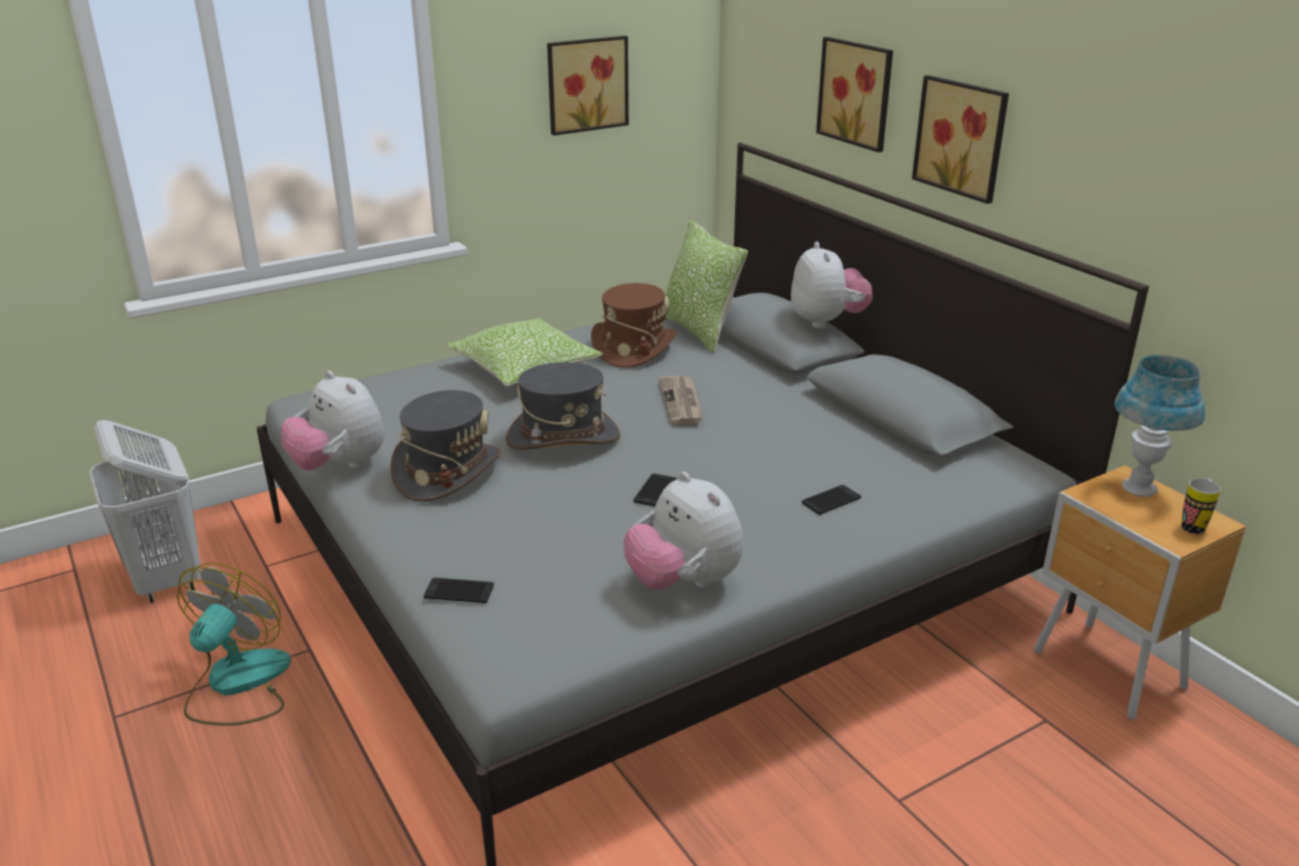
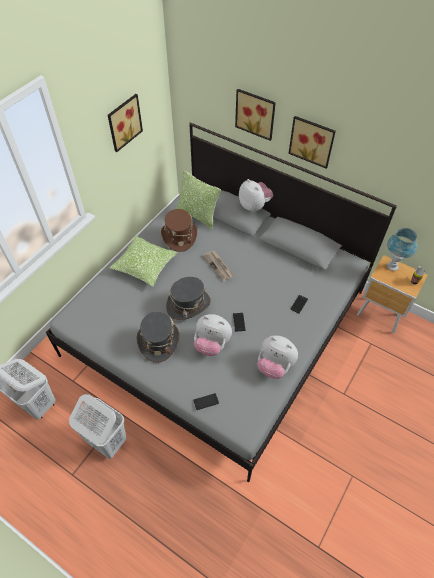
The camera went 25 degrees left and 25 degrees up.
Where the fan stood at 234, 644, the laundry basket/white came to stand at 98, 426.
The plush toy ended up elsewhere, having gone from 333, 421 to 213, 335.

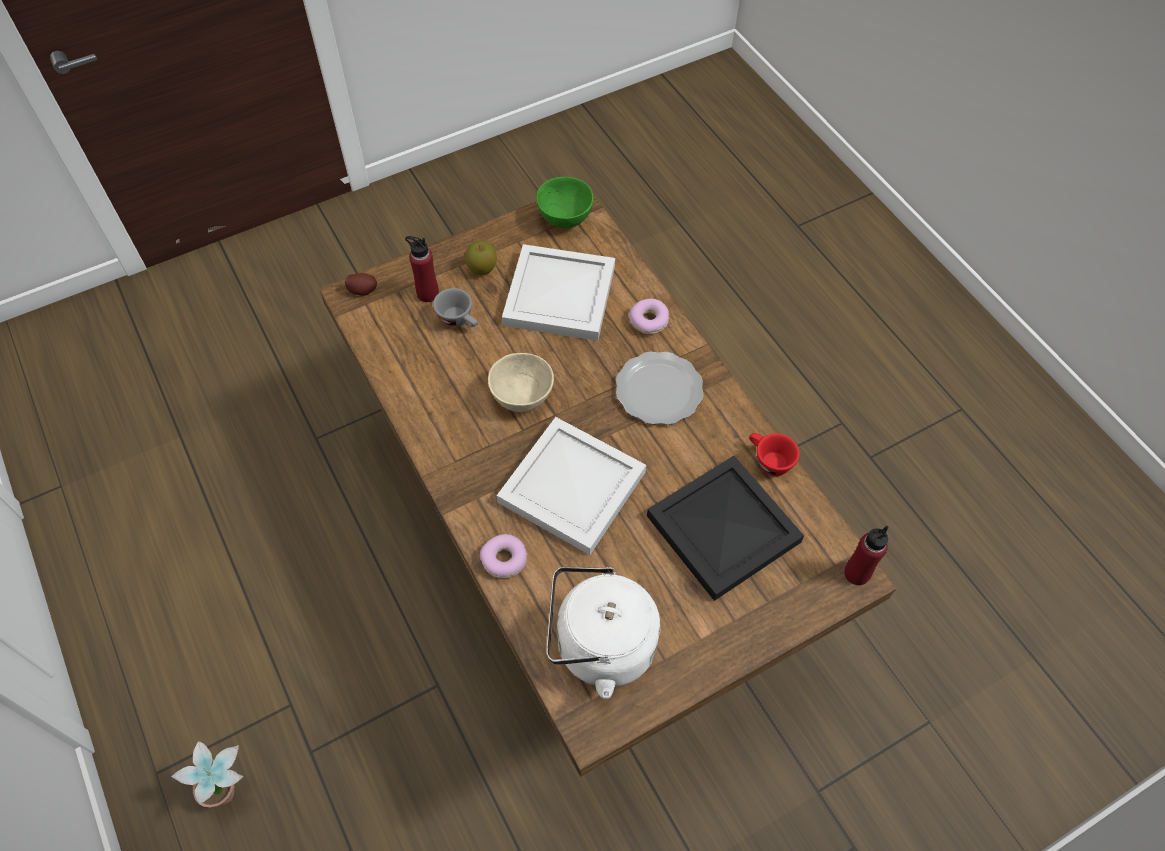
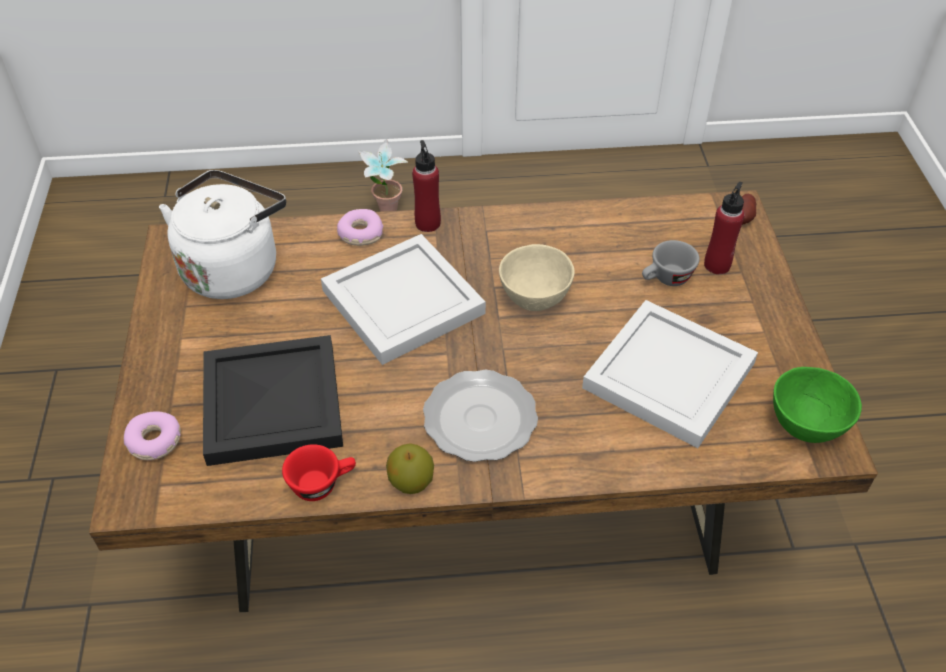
The camera went 115 degrees right and 10 degrees down.
The donut ended up elsewhere, having gone from 649, 316 to 152, 435.
The apple ended up elsewhere, having gone from 480, 257 to 410, 468.
The bottle/red ended up elsewhere, having gone from 866, 555 to 426, 186.

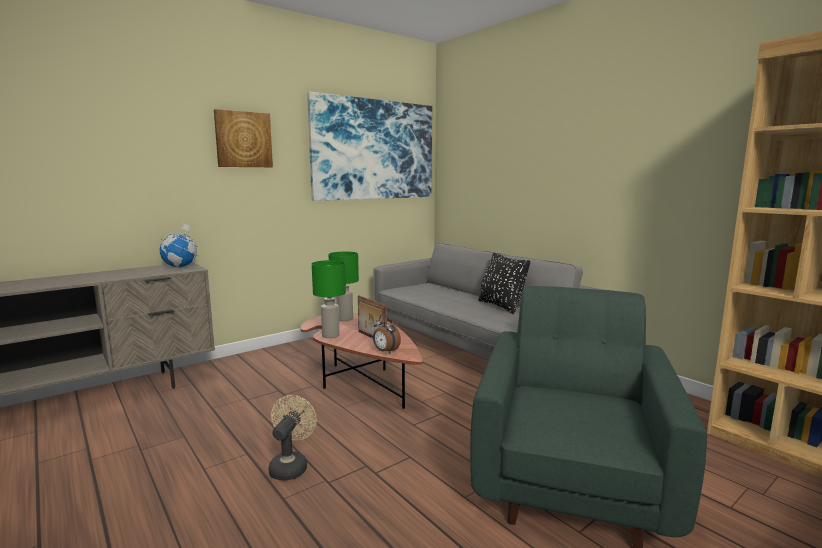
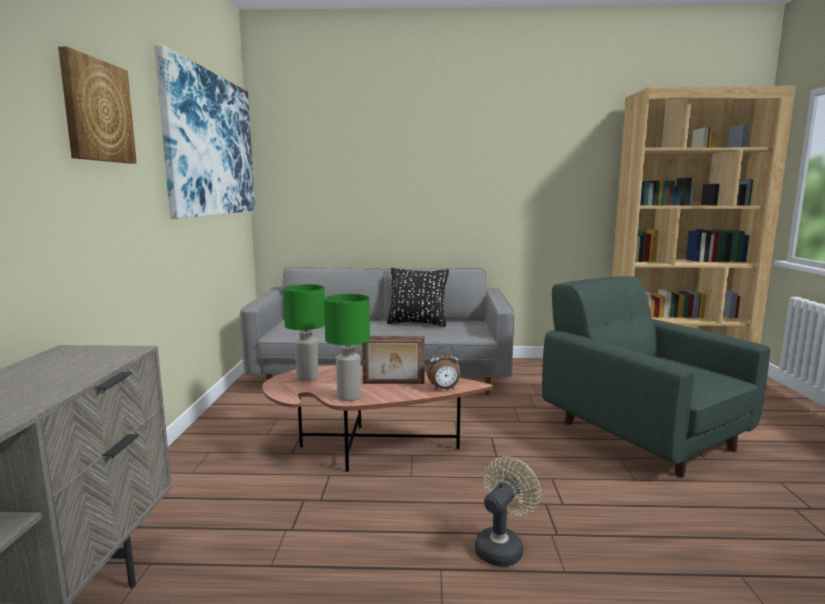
The camera went 50 degrees left and 0 degrees up.
The fan/beige at 293, 438 ended up facing another way, 75 degrees clockwise from before.
The second view lost the globe at 179, 245.

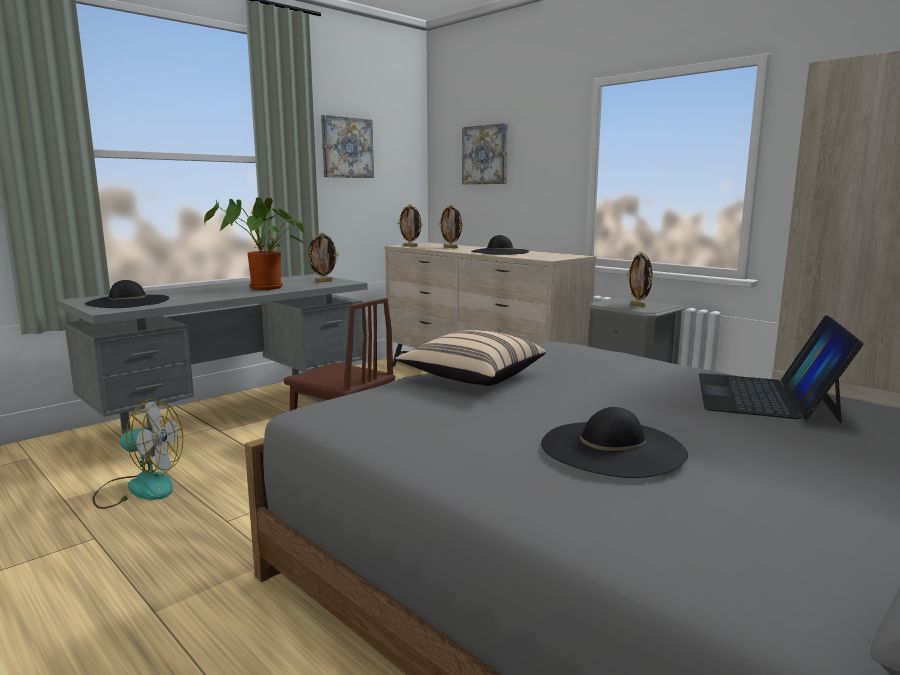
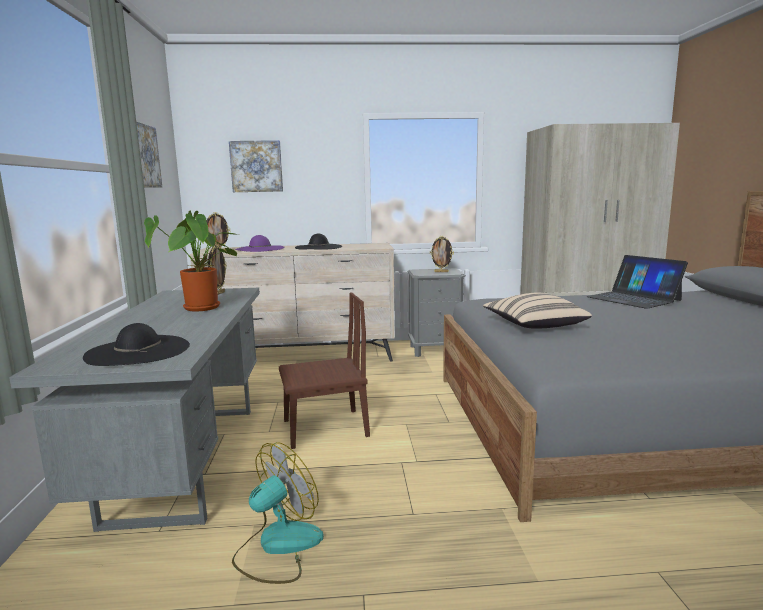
The camera went 50 degrees left and 0 degrees up.
Where the picture frame stood at 451, 226, the hat/purple came to stand at 260, 243.
The second view lost the hat/black at 614, 442.

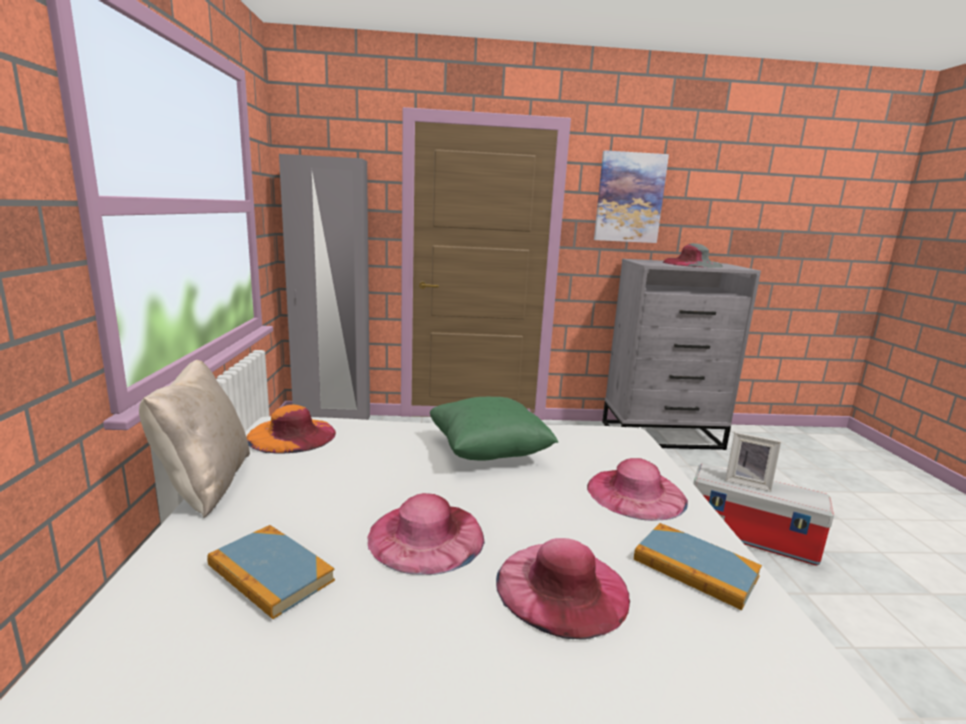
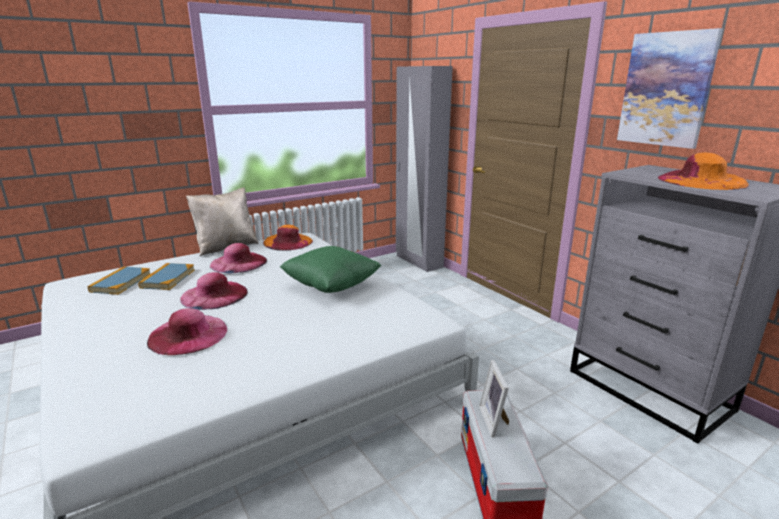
The camera went 60 degrees right and 5 degrees up.
The book ended up elsewhere, having gone from 698, 566 to 119, 280.
The hat/pink ended up elsewhere, having gone from 637, 489 to 238, 258.
What was the hat/grey at 693, 255 turned into the hat/orange at 703, 171.

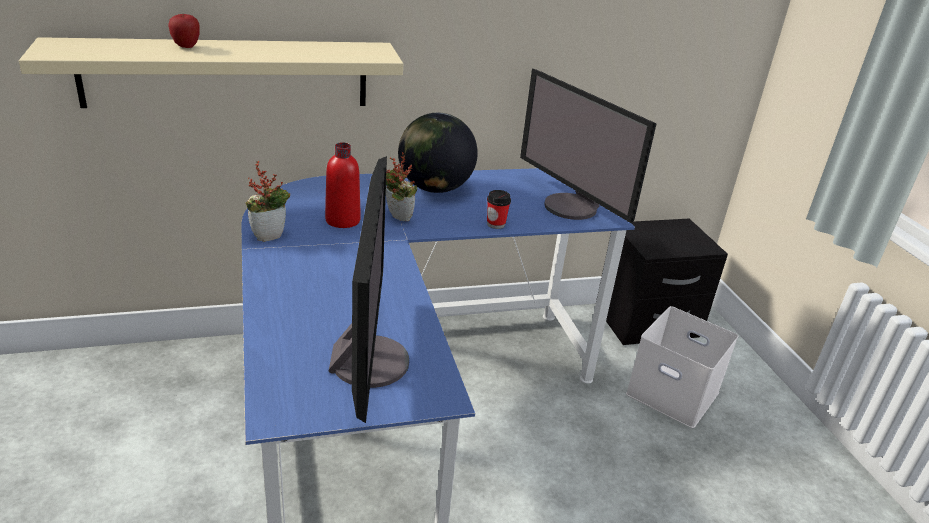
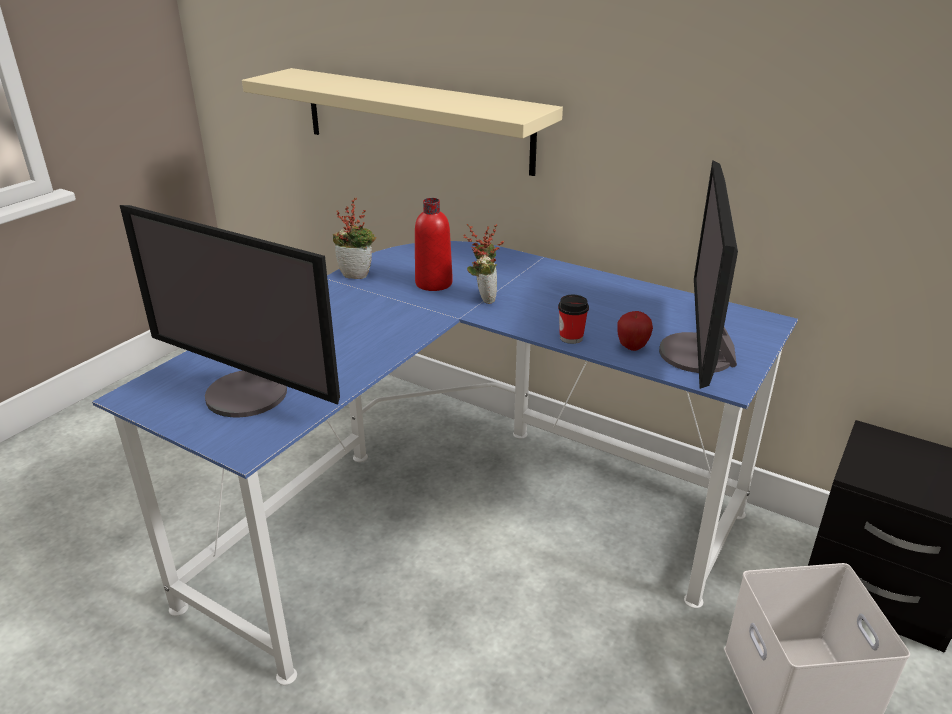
The camera went 50 degrees right and 0 degrees up.
The monitor at 369, 289 ended up facing another way, 75 degrees clockwise from before.
The apple ended up elsewhere, having gone from 184, 30 to 635, 331.
The second view lost the globe at 438, 153.

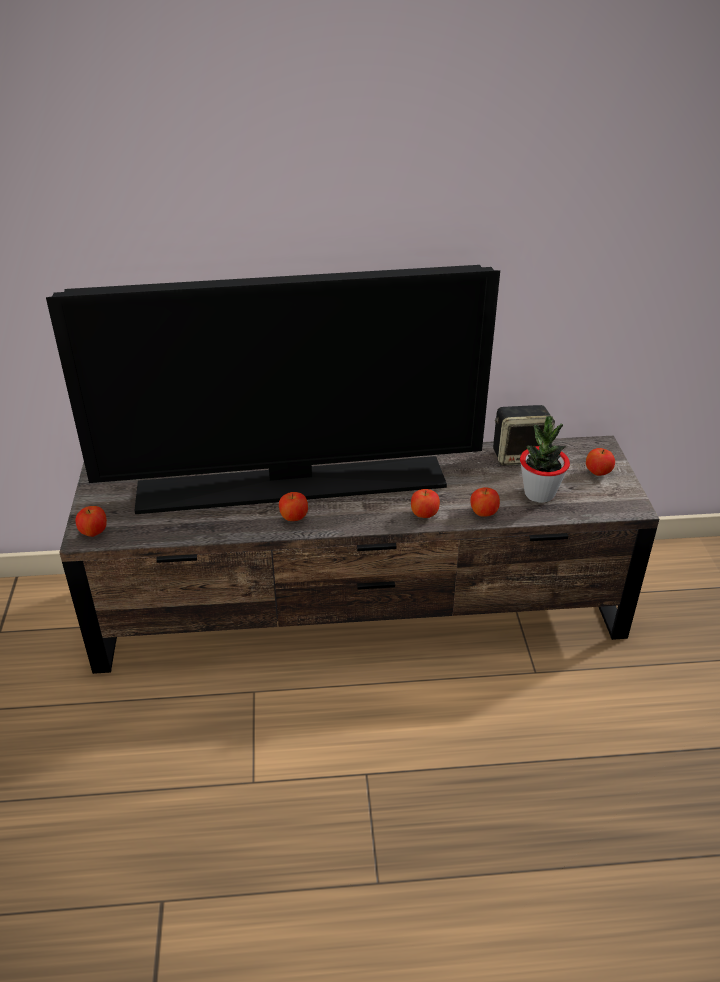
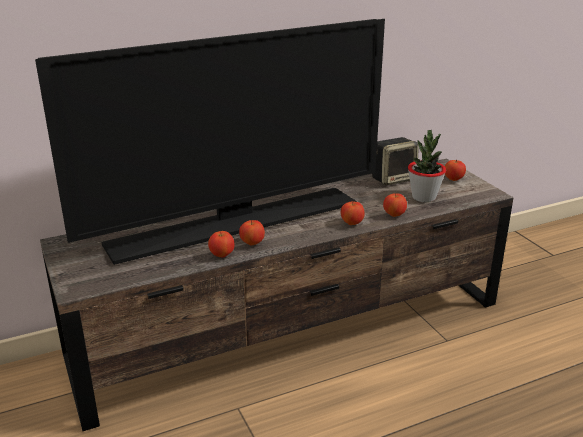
The camera went 20 degrees left and 10 degrees down.
The apple ended up elsewhere, having gone from 91, 521 to 221, 244.

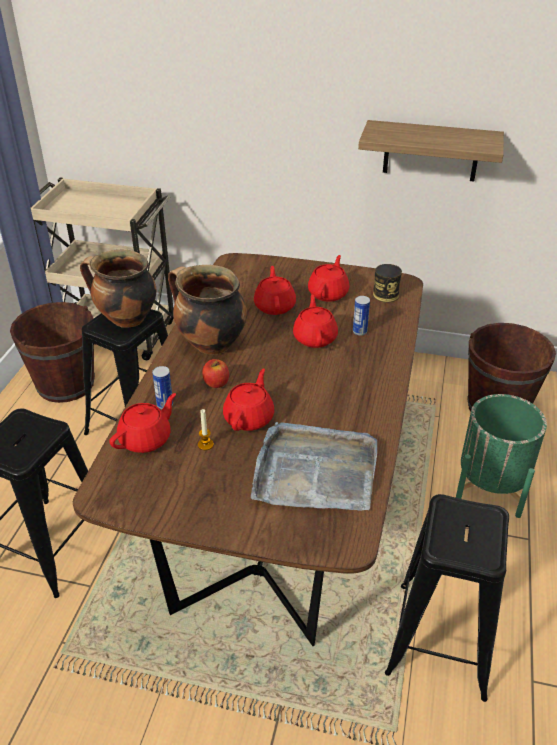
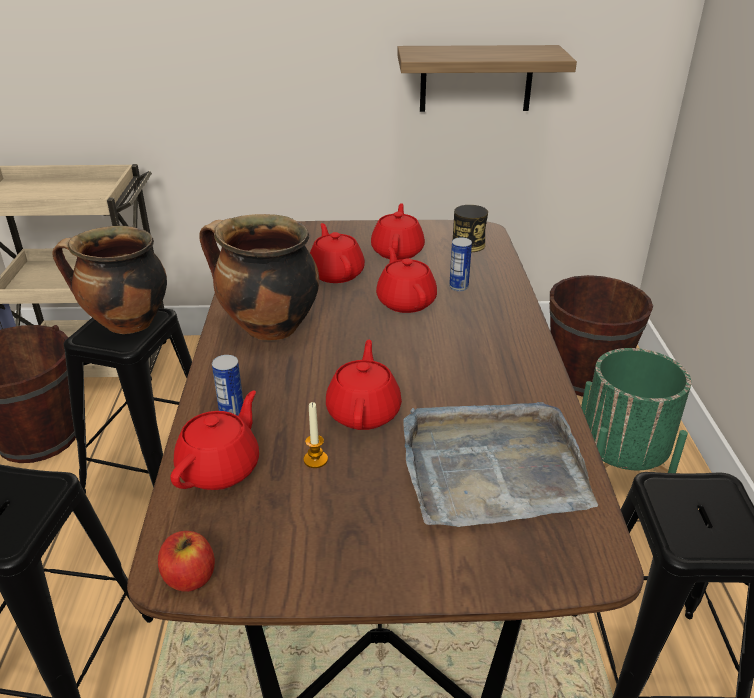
The camera went 15 degrees left and 5 degrees down.
The apple ended up elsewhere, having gone from 215, 373 to 186, 561.

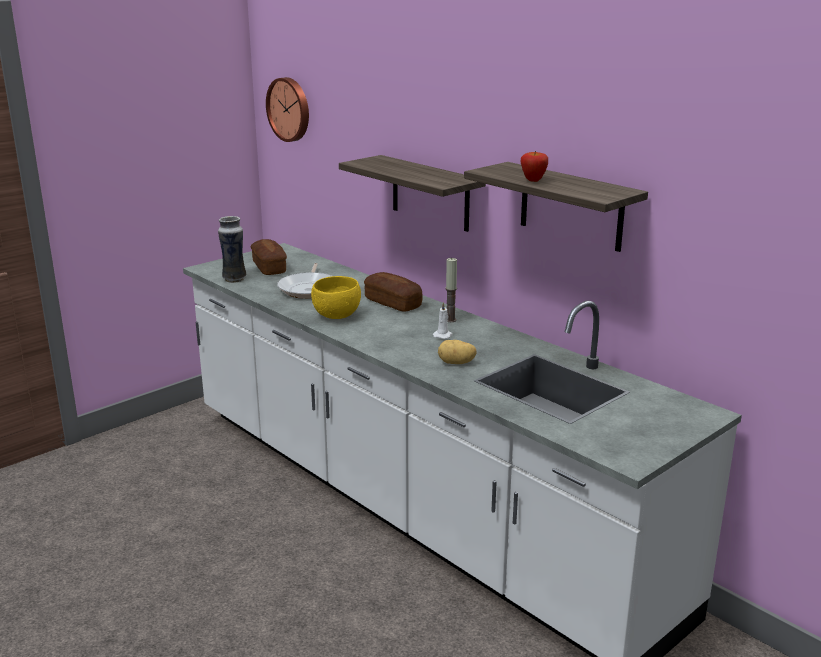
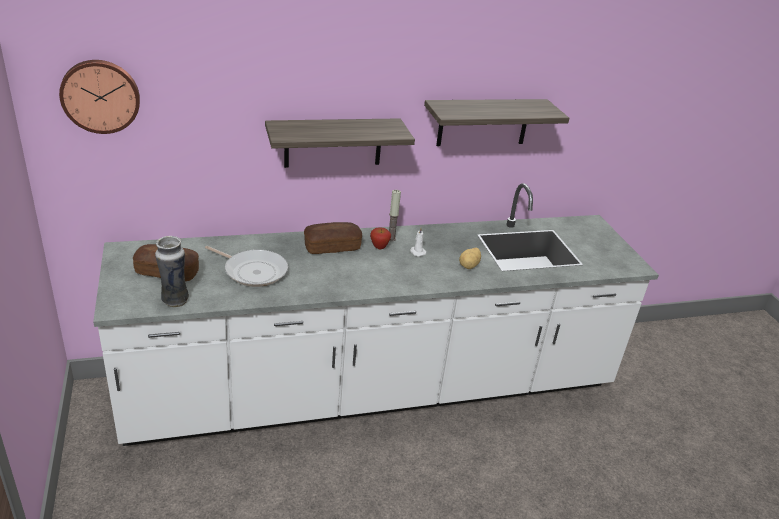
The camera went 65 degrees left and 10 degrees up.
The apple ended up elsewhere, having gone from 534, 166 to 380, 238.
The second view lost the bowl/yellow at 336, 297.

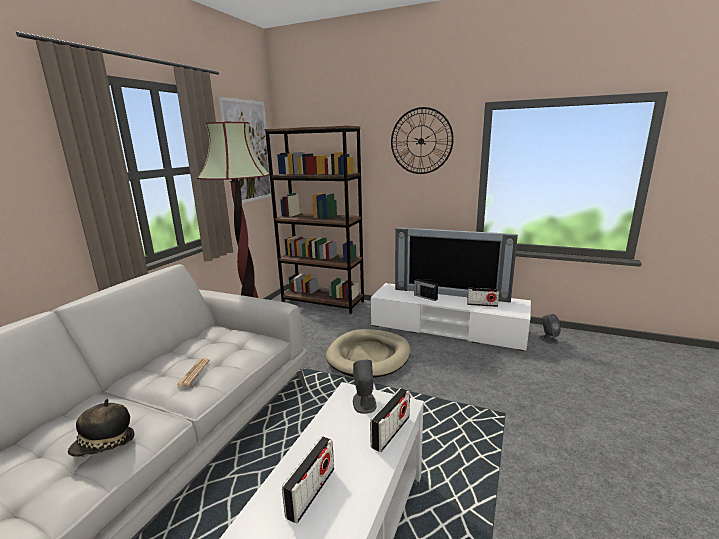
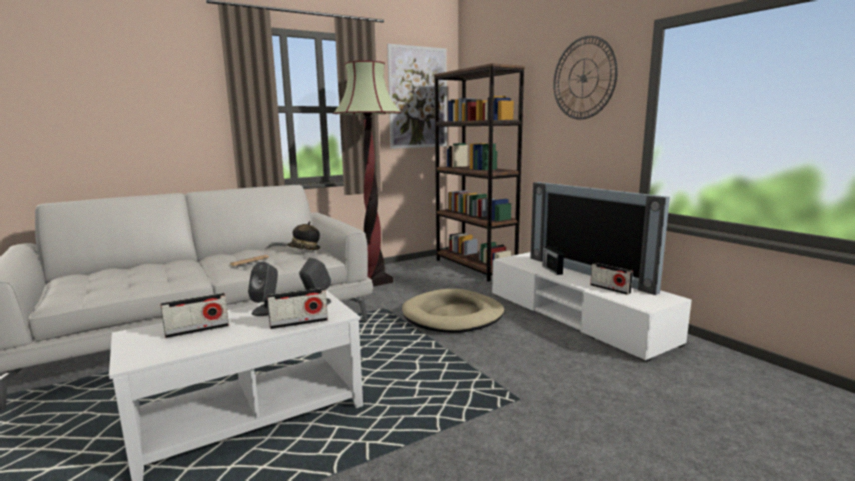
The camera went 35 degrees right and 5 degrees down.
The speaker/grey ended up elsewhere, having gone from 550, 329 to 263, 289.
The hat ended up elsewhere, having gone from 101, 428 to 303, 235.

